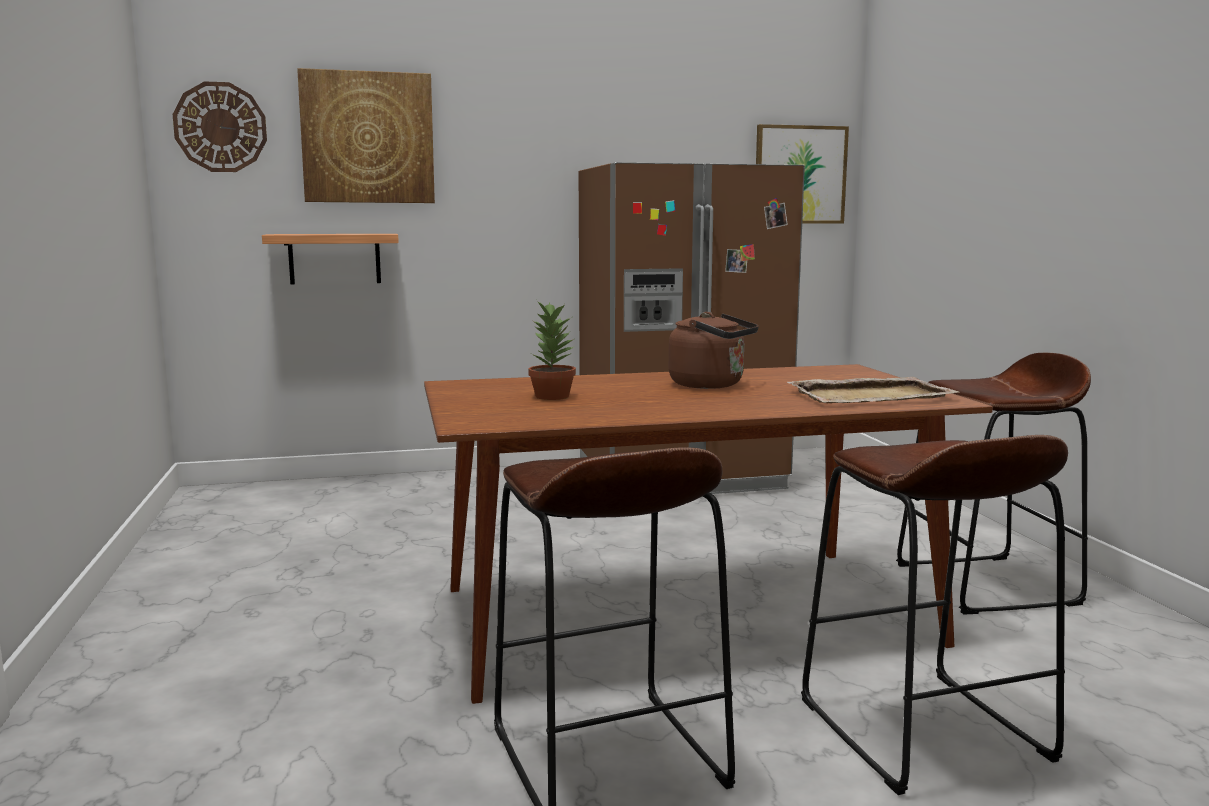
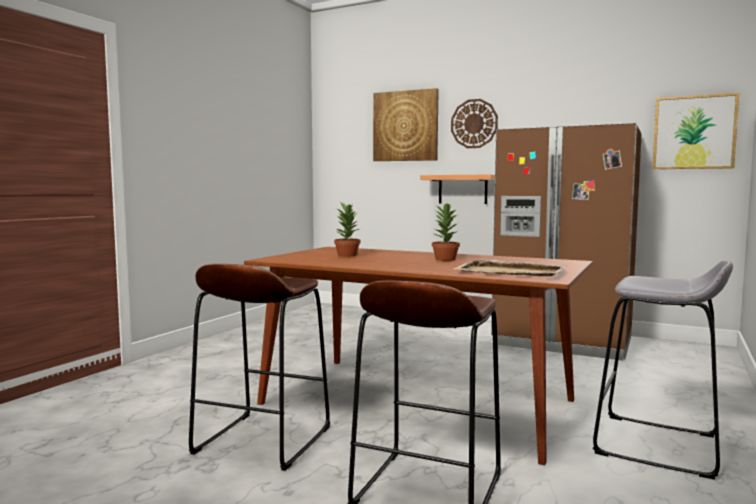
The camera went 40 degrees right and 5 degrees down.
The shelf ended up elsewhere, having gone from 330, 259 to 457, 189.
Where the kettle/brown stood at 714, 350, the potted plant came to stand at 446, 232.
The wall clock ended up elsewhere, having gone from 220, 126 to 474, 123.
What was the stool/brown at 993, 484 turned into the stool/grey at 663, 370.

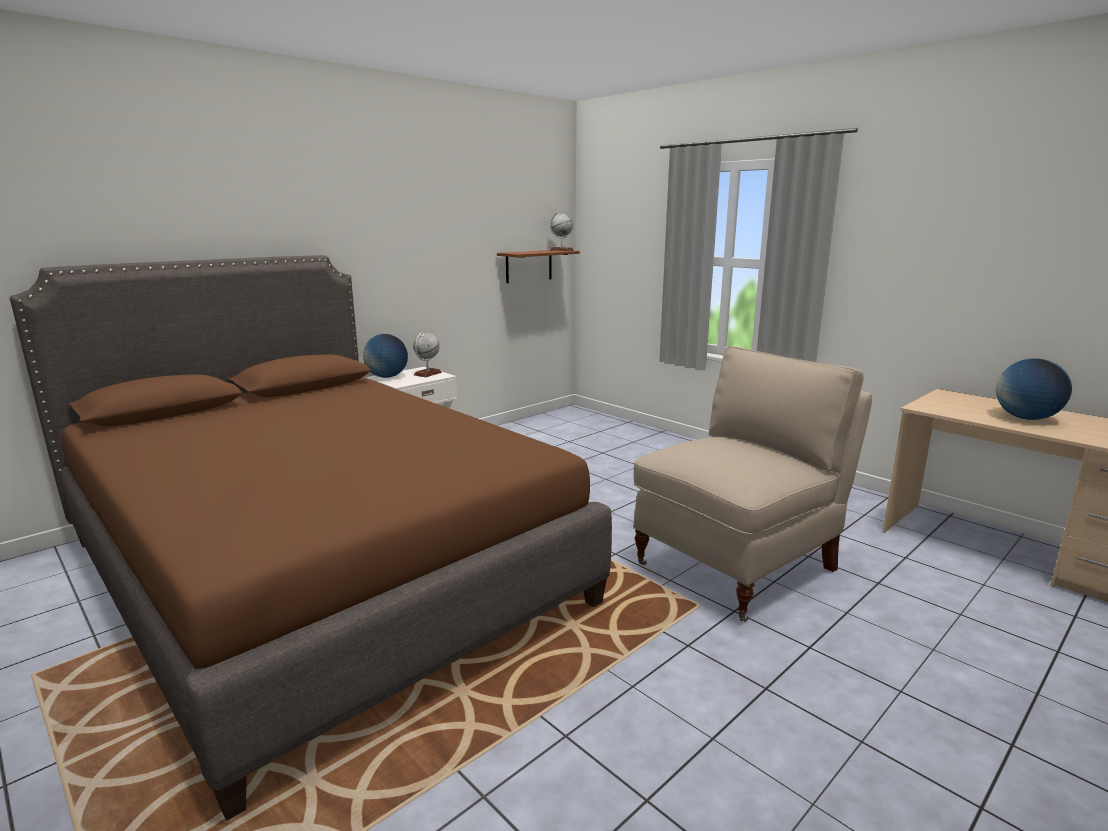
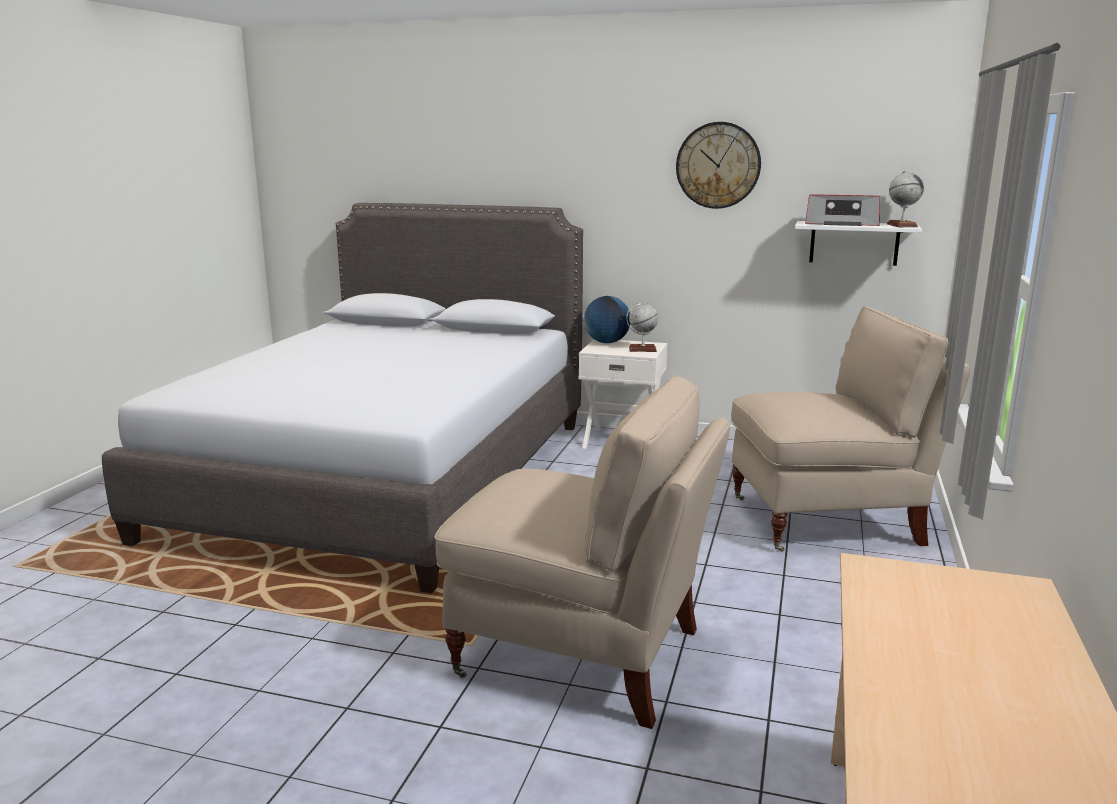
The camera went 60 degrees right and 0 degrees up.
What was the bed/brown at 311, 538 turned into the bed/grey at 342, 398.
The second view gained the wall clock at 718, 165.
The second view gained the chair/beige at 850, 429.
What was the shelf/brown at 538, 266 turned into the shelf/white at 858, 243.
The second view gained the radio at 842, 210.
The second view lost the globe at 1034, 389.

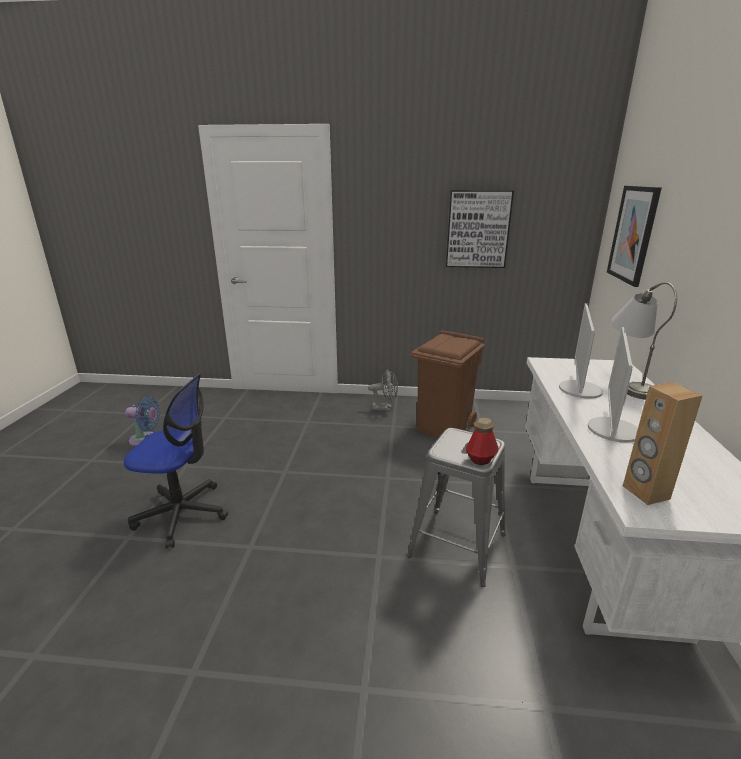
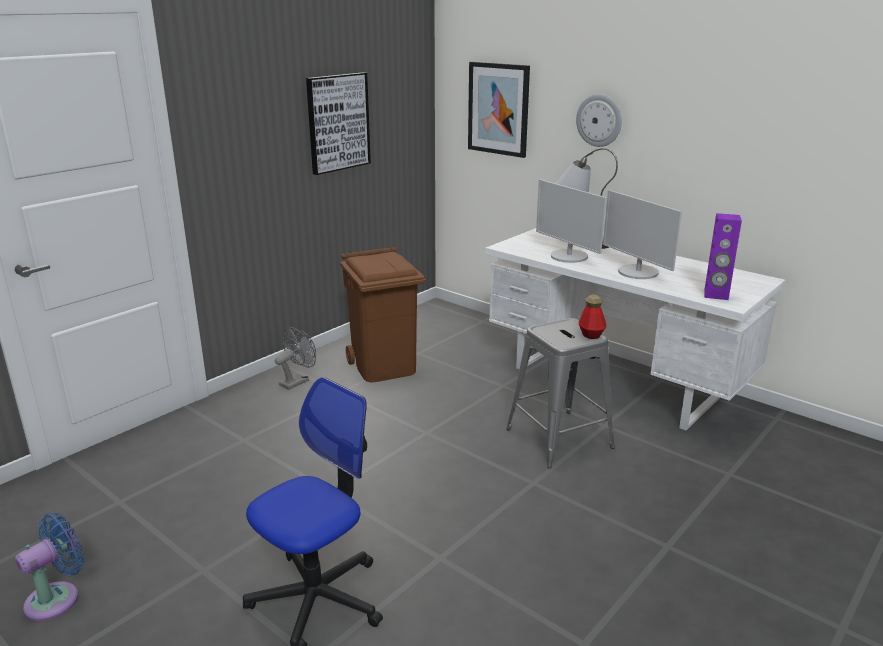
The camera went 55 degrees left and 0 degrees up.
The second view gained the wall clock at 599, 120.
What was the speaker/brown at 662, 443 turned into the speaker/purple at 723, 256.

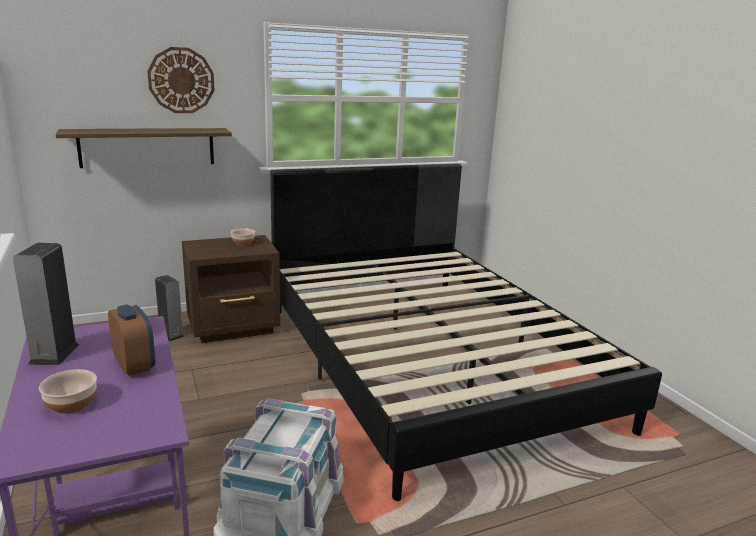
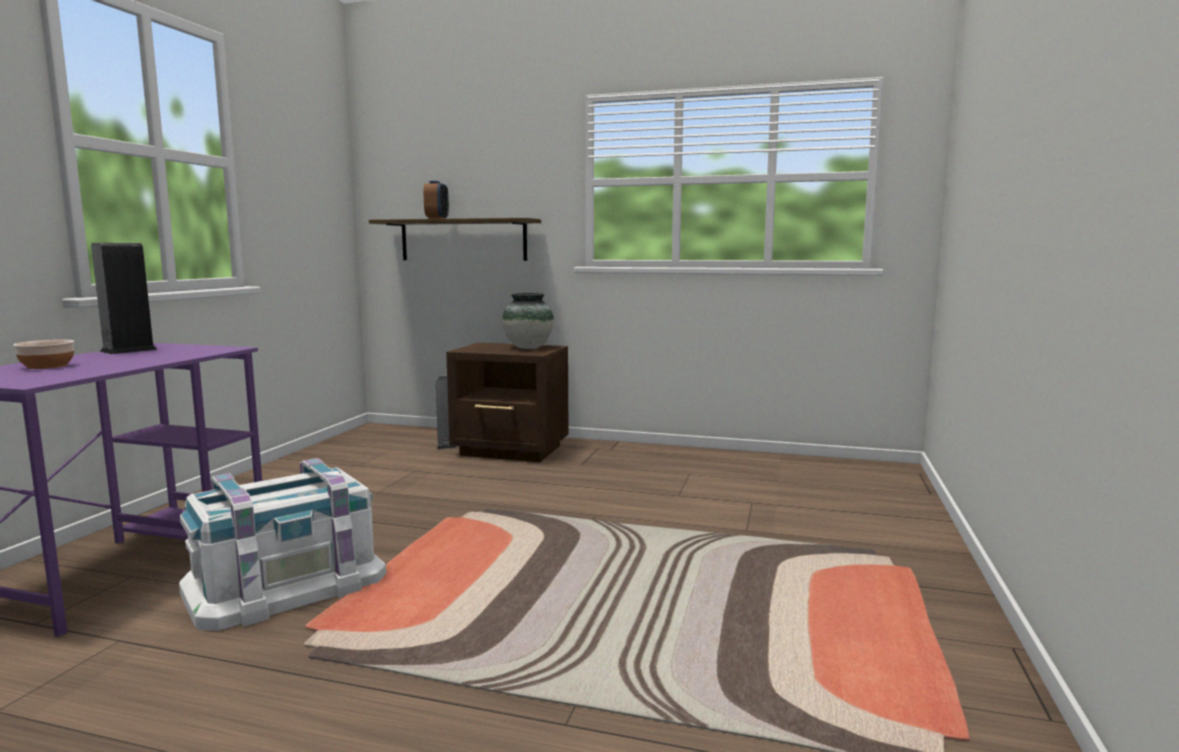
The camera went 40 degrees right and 10 degrees down.
The alarm clock ended up elsewhere, having gone from 131, 340 to 436, 200.
Where the bowl stood at 243, 237, the vase came to stand at 528, 321.
The second view lost the wall clock at 180, 80.
The second view lost the bed/black at 466, 332.

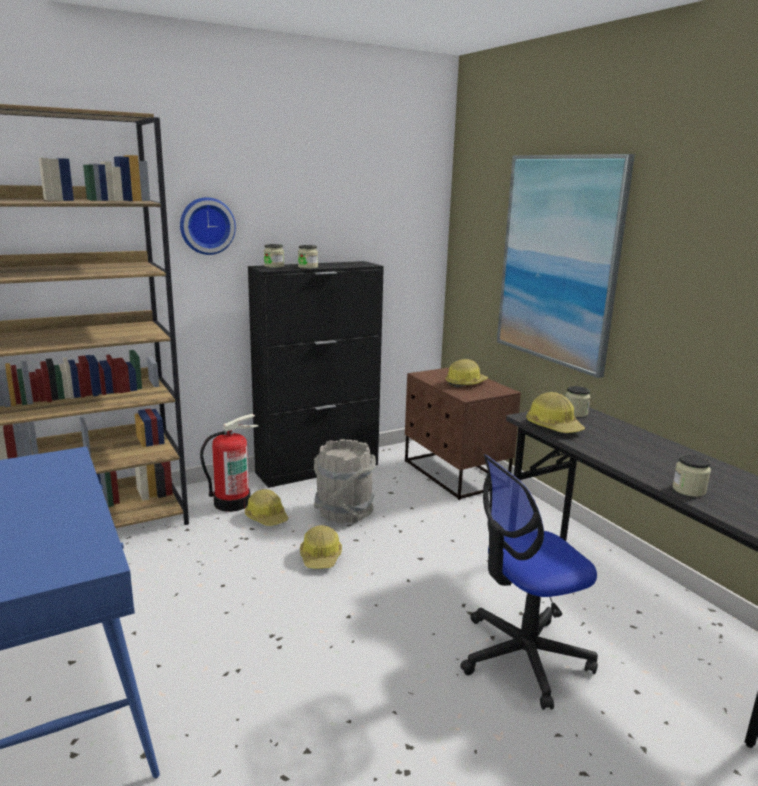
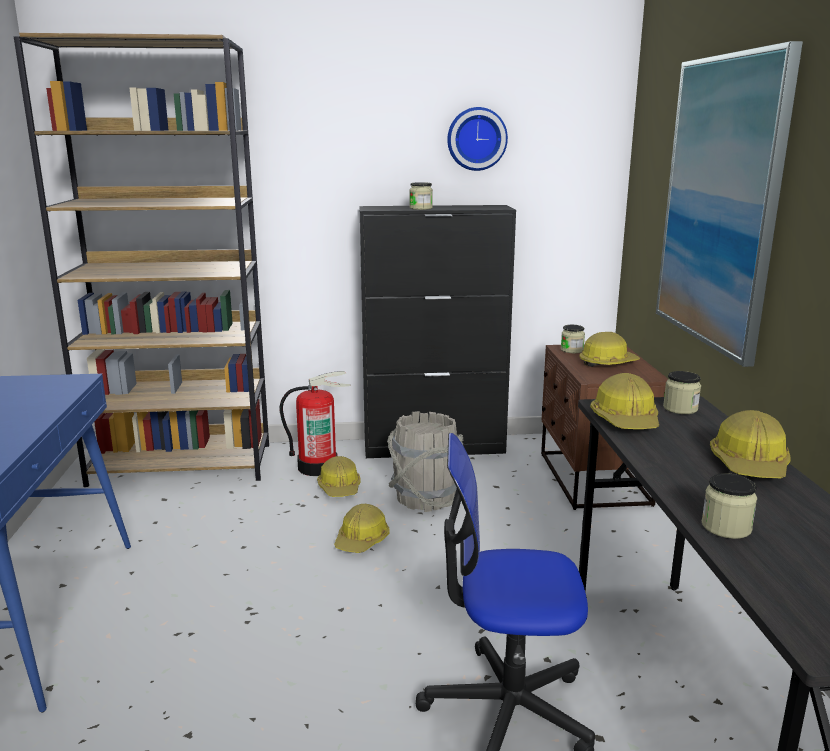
The camera went 25 degrees right and 0 degrees up.
The wall clock ended up elsewhere, having gone from 208, 226 to 477, 139.
The jar ended up elsewhere, having gone from 274, 256 to 573, 339.
The second view gained the hard hat at 750, 444.

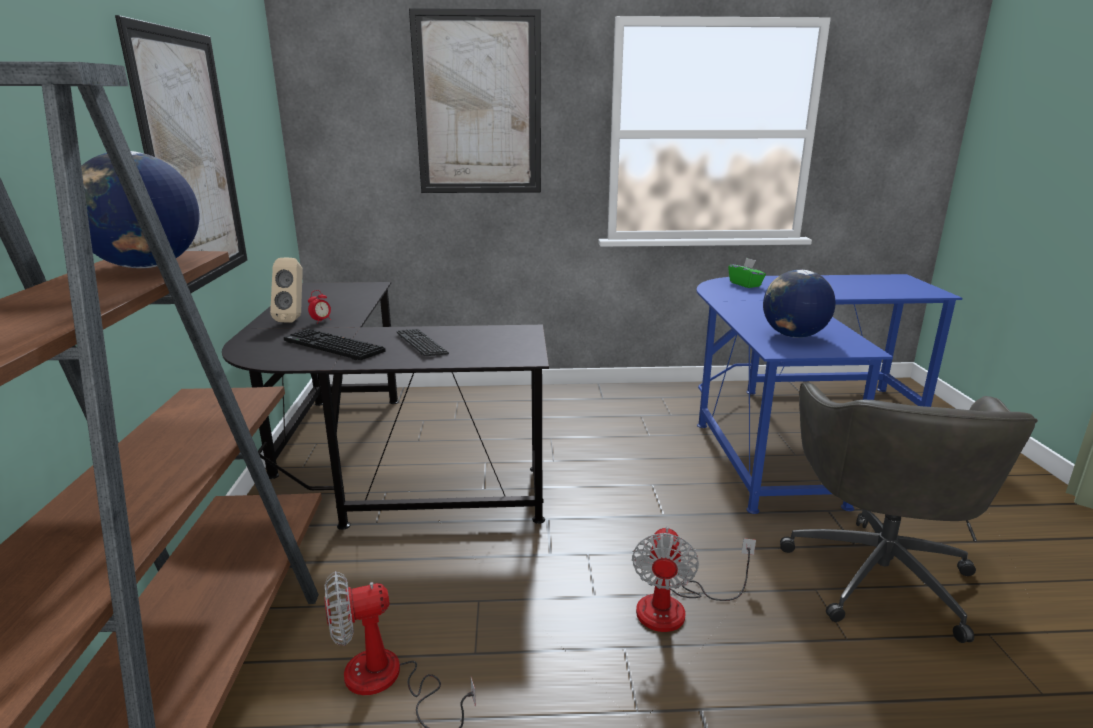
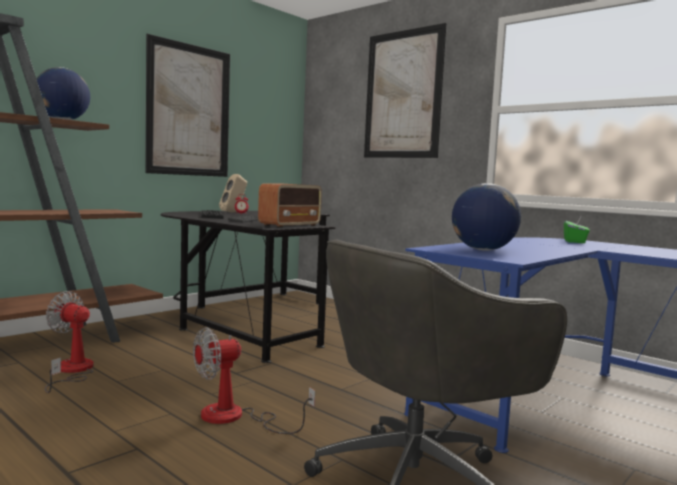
The camera went 45 degrees right and 15 degrees down.
The second view gained the radio at 290, 205.

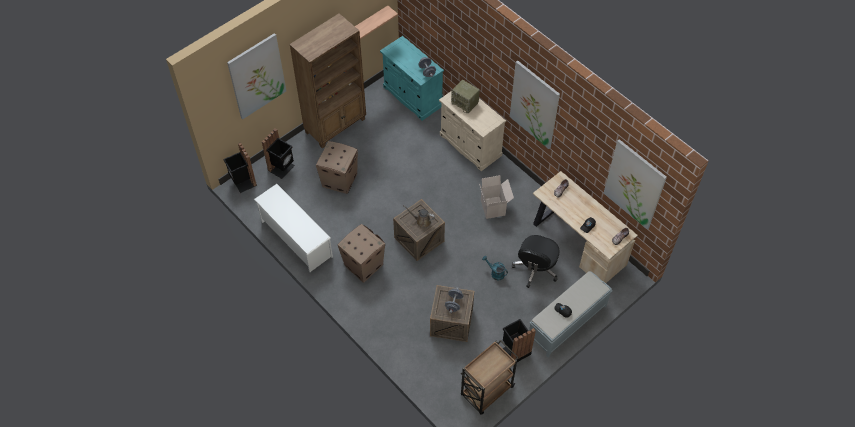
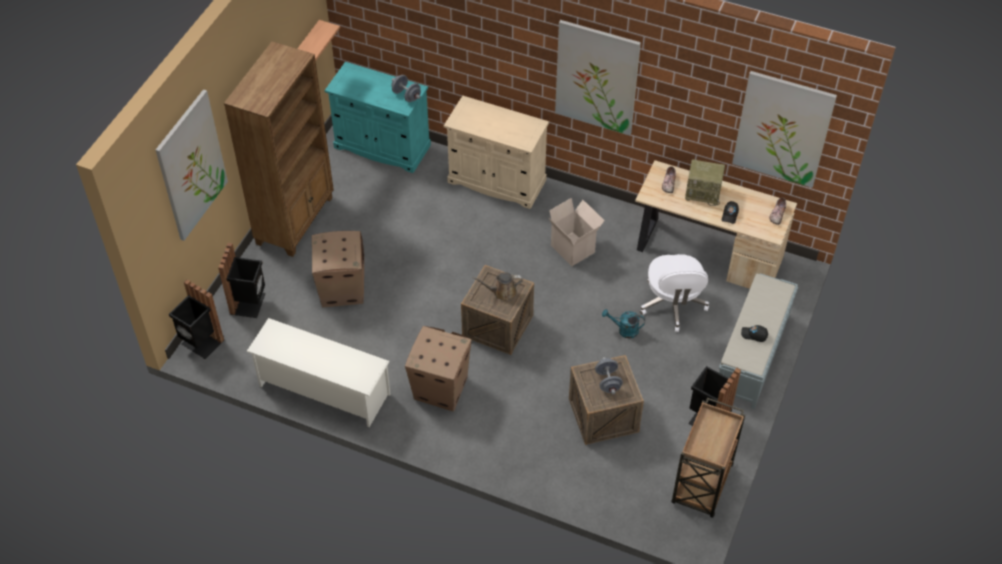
The camera went 25 degrees left and 5 degrees down.
What was the office chair/black at 535, 261 turned into the office chair/white at 674, 293.
The radio ended up elsewhere, having gone from 465, 96 to 705, 182.

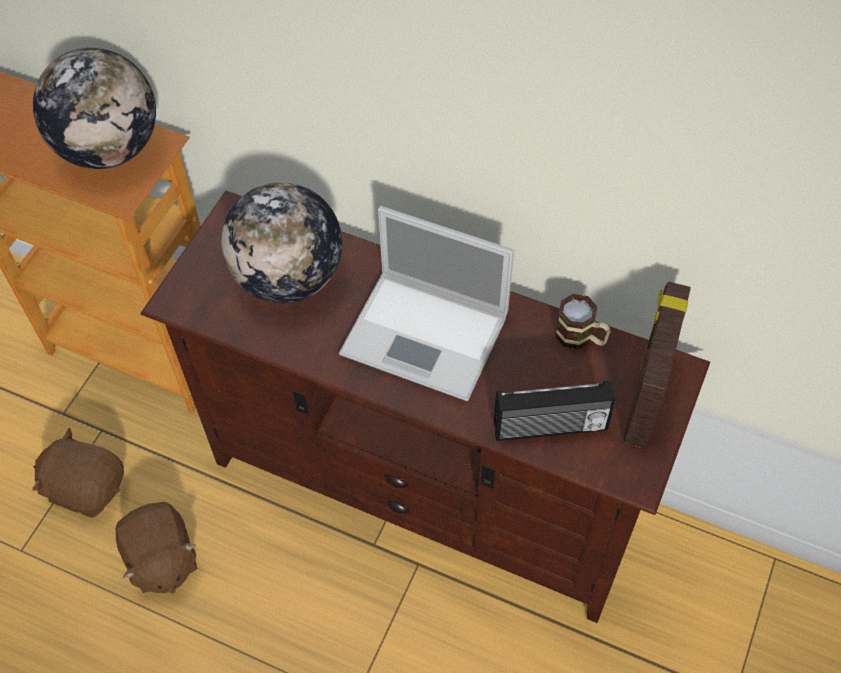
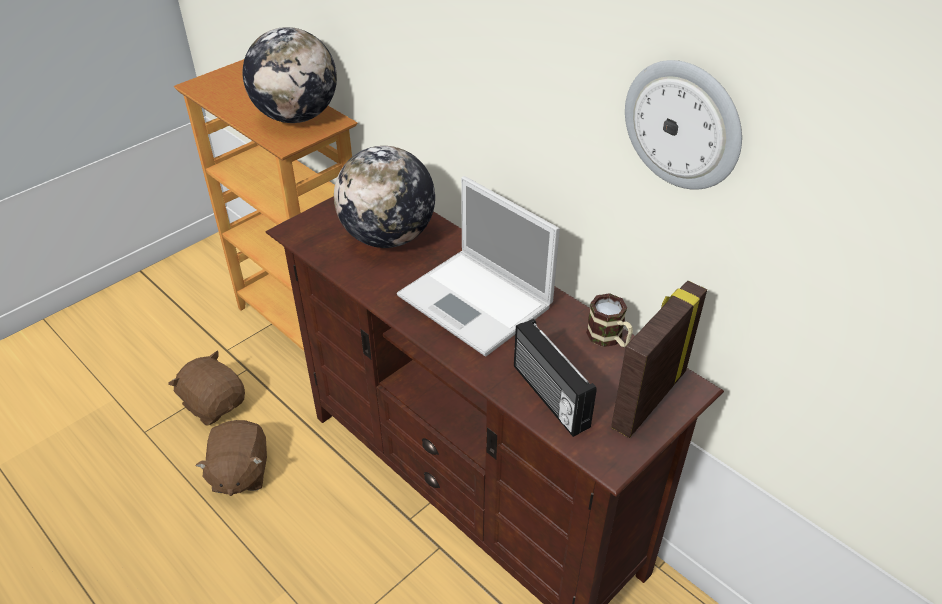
The camera went 20 degrees right and 15 degrees down.
The radio at 555, 410 ended up facing another way, 45 degrees clockwise from before.
The second view gained the wall clock at 683, 125.

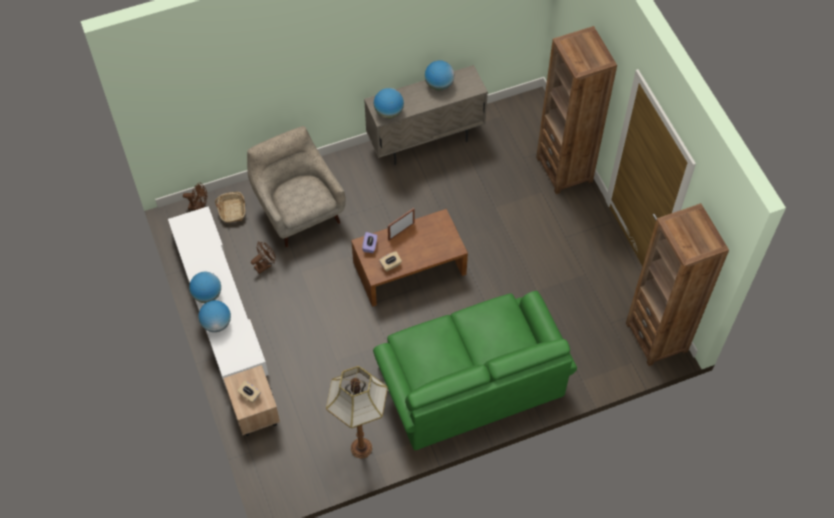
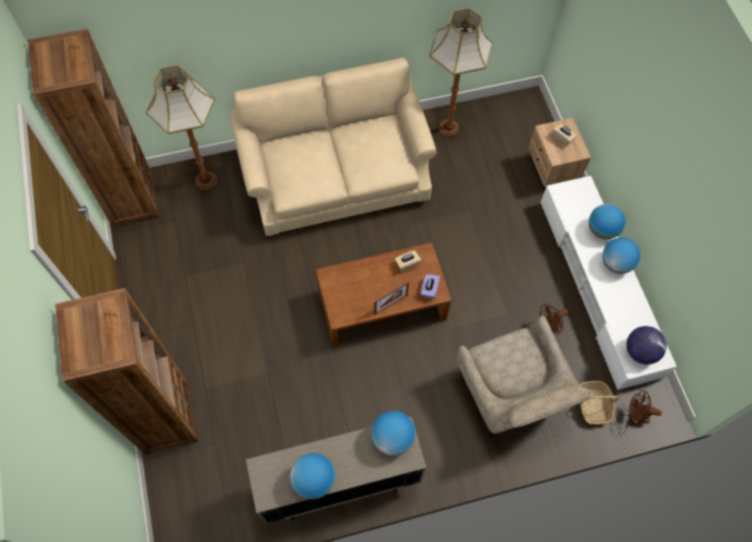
The camera went 175 degrees left and 5 degrees up.
The second view gained the floor lamp at 181, 127.
What was the sofa/green at 475, 370 turned into the sofa/beige at 333, 147.
The second view gained the globe at 646, 345.

